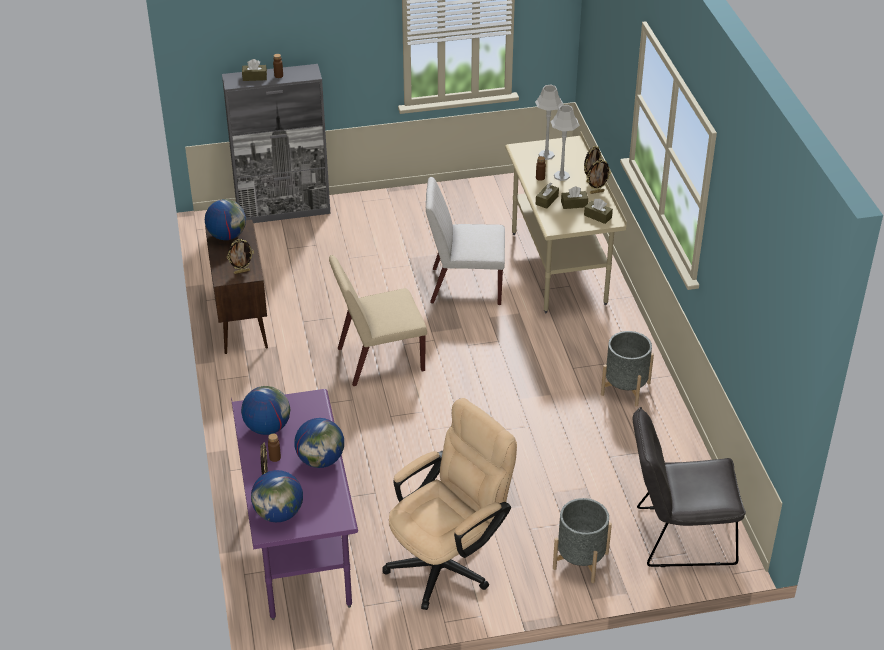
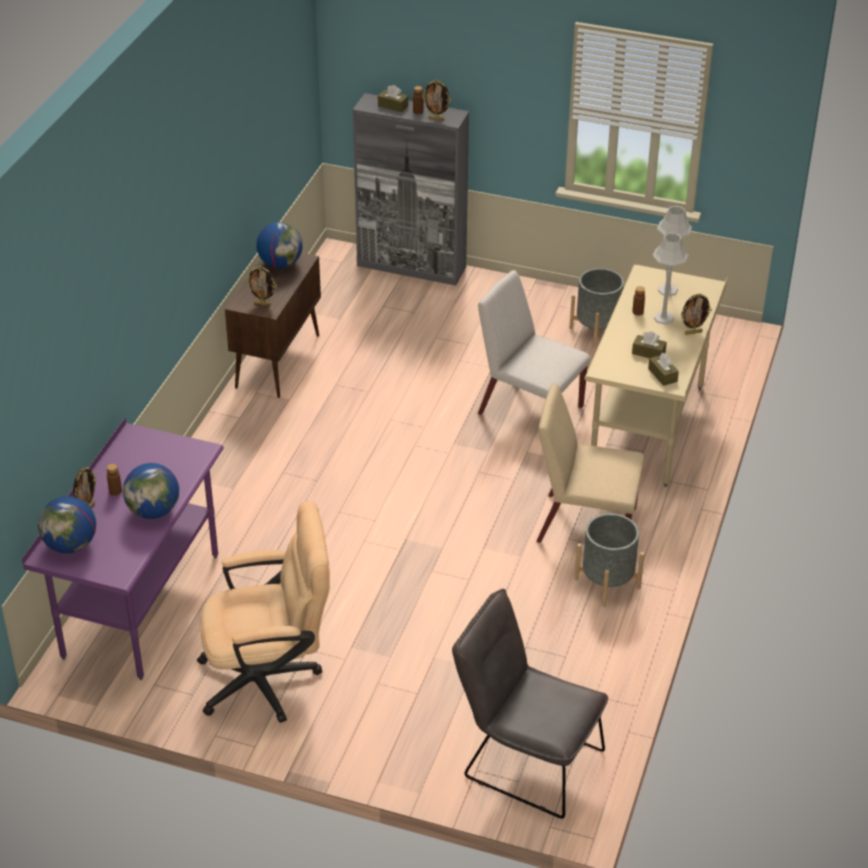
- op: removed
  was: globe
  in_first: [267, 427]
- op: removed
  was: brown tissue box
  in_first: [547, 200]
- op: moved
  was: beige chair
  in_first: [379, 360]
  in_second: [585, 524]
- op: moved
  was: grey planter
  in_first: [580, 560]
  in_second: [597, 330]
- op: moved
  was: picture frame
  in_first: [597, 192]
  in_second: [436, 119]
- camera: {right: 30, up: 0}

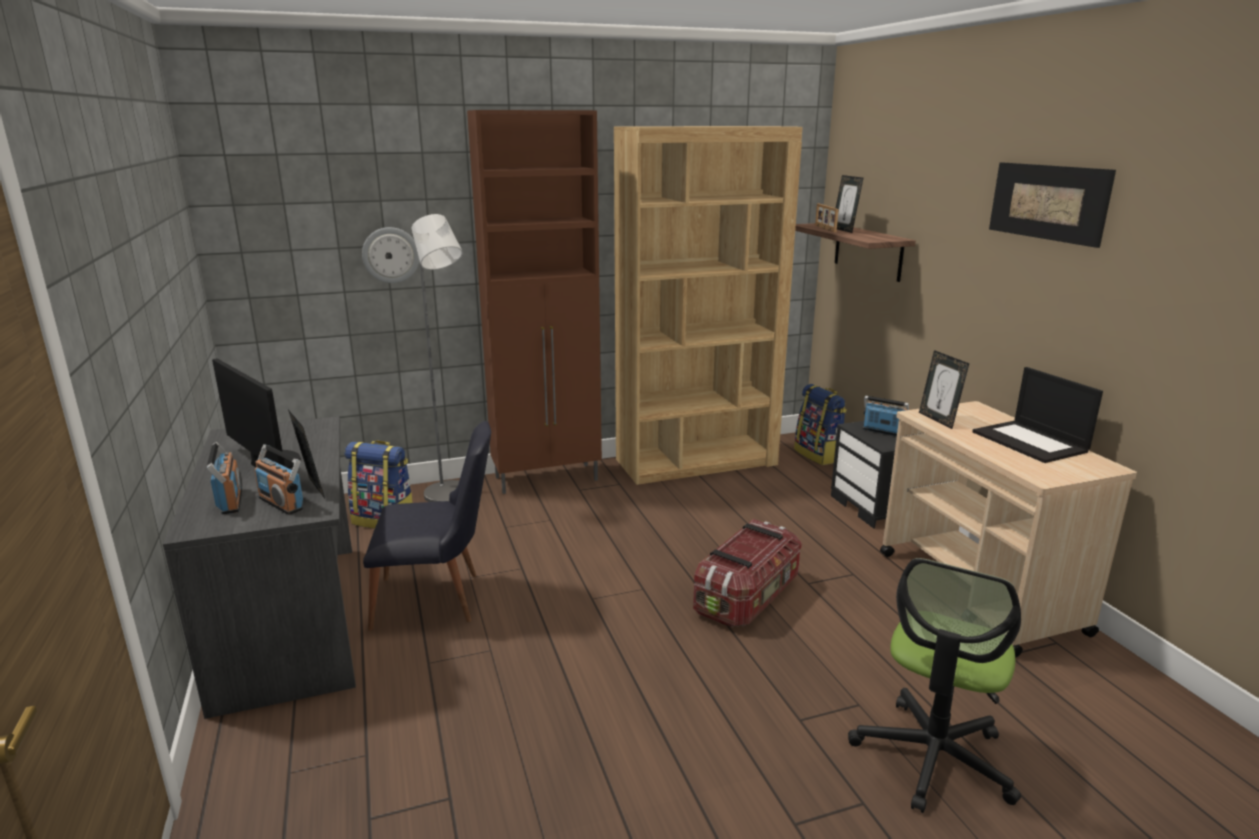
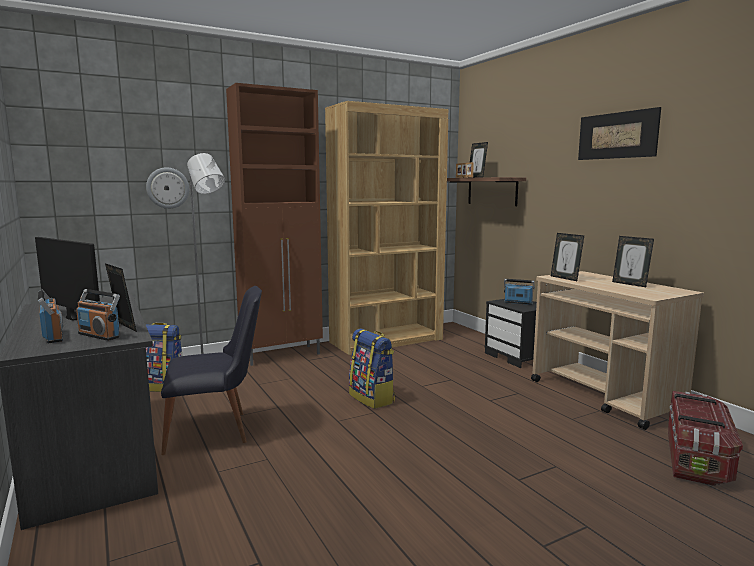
- op: removed
  was: office chair
  in_first: [933, 757]
- op: moved
  was: storage box
  in_first: [748, 597]
  in_second: [696, 458]
- op: moved
  was: backpack
  in_first: [819, 455]
  in_second: [372, 398]
- op: replaced
  was: laptop
  now: picture frame
  in_first: [1031, 442]
  in_second: [630, 284]
- camera: {right: -10, up: -10}

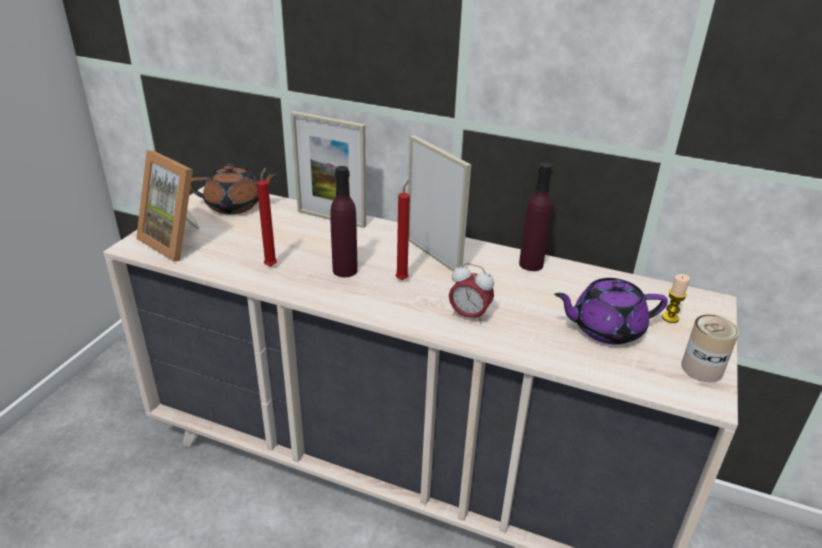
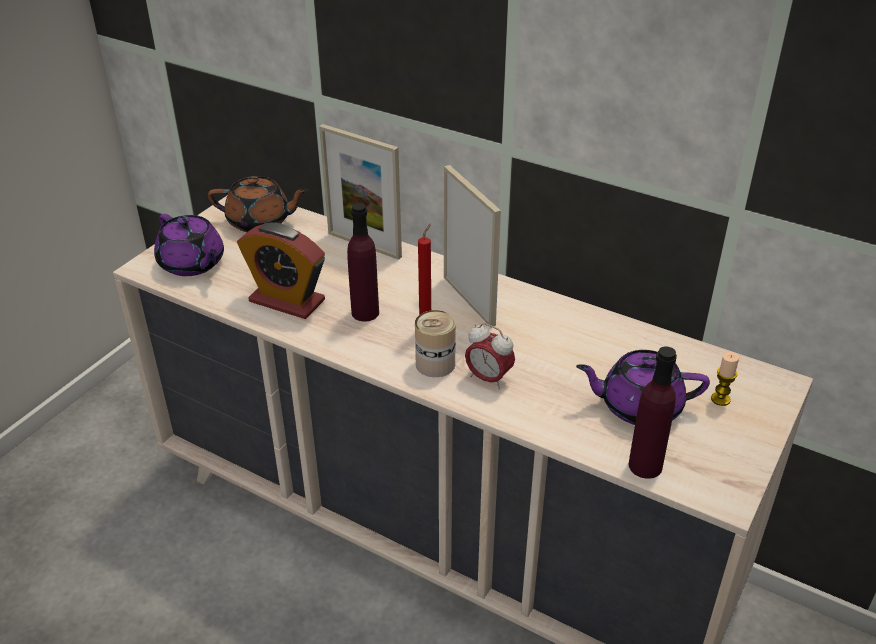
- op: moved
  was: purple bottle
  in_first: [531, 264]
  in_second: [645, 466]
- op: moved
  was: can
  in_first: [702, 368]
  in_second: [435, 364]
- op: replaced
  was: picture frame
  now: purple teapot
  in_first: [178, 241]
  in_second: [192, 264]
- op: replaced
  was: red candle
  now: alarm clock
  in_first: [272, 265]
  in_second: [287, 301]
- camera: {right: 10, up: 5}

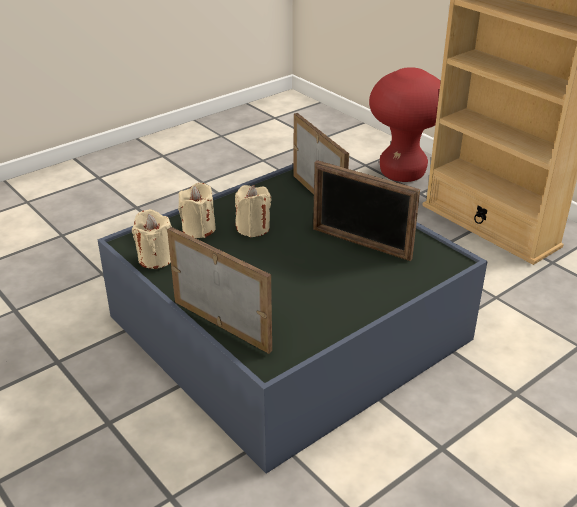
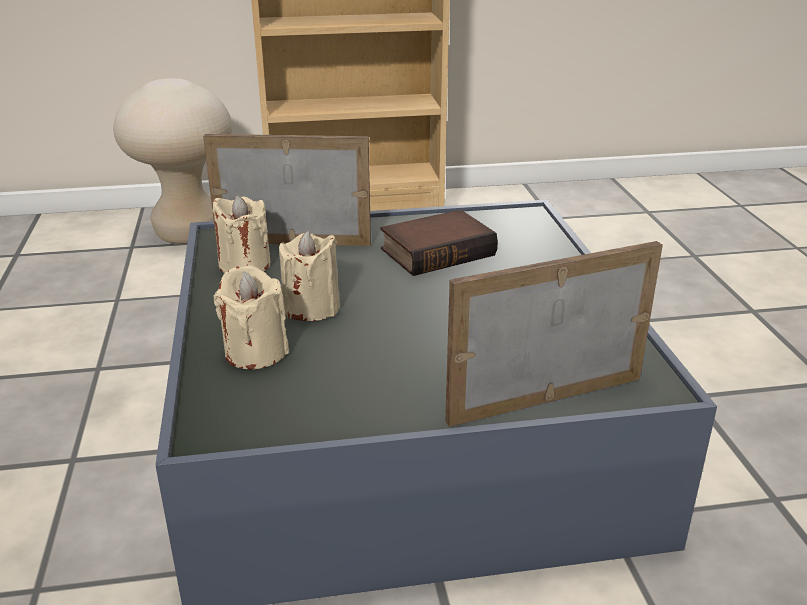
- op: moved
  was: beige candle
  in_first: [155, 258]
  in_second: [244, 265]
- op: replaced
  was: picture frame
  now: book
  in_first: [360, 244]
  in_second: [437, 250]
- op: recoloured
  was: red stool
  now: beige stool
  in_first: [402, 173]
  in_second: [188, 233]
- camera: {right: -60, up: -5}

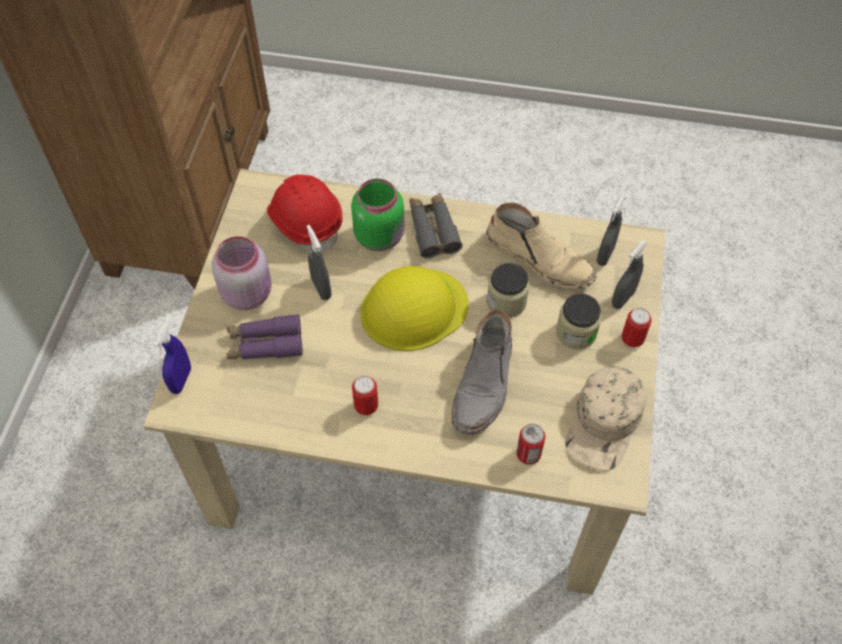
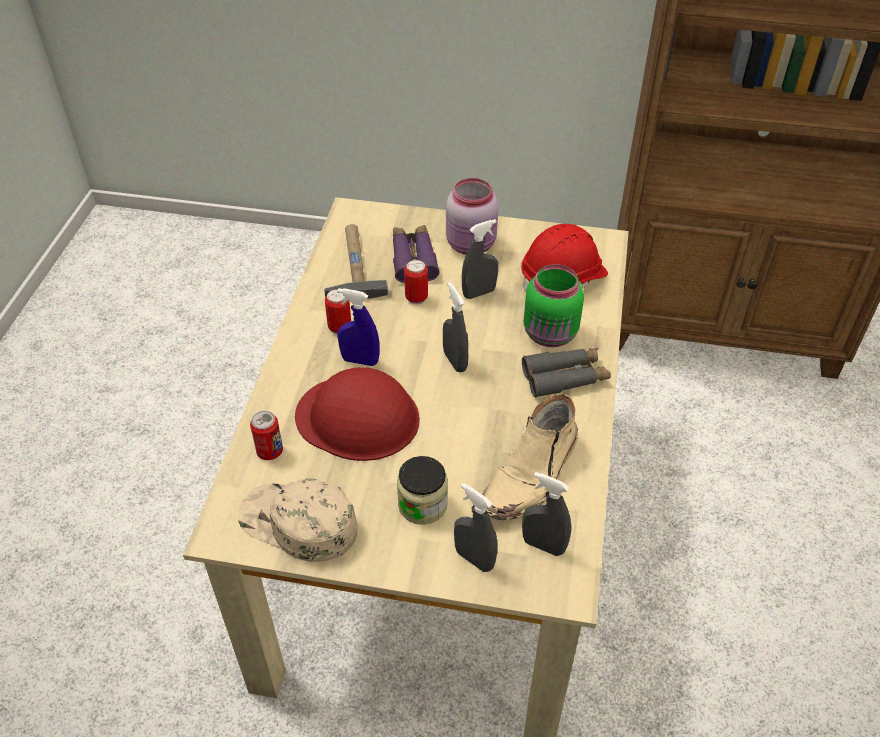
- op: removed
  was: jar
  in_first: [506, 302]
- op: added
  now: hammer
  in_second: [352, 265]
- op: moved
  was: blue spray bottle
  in_first: [181, 380]
  in_second: [360, 360]
- op: moved
  was: can
  in_first: [632, 340]
  in_second: [416, 298]
- op: replaced
  was: yellow hard hat
  now: grey spray bottle
  in_first: [413, 309]
  in_second: [455, 361]
- op: replaced
  was: grey boot
  now: red hard hat
  in_first: [484, 384]
  in_second: [358, 417]
- camera: {right: 90, up: -10}

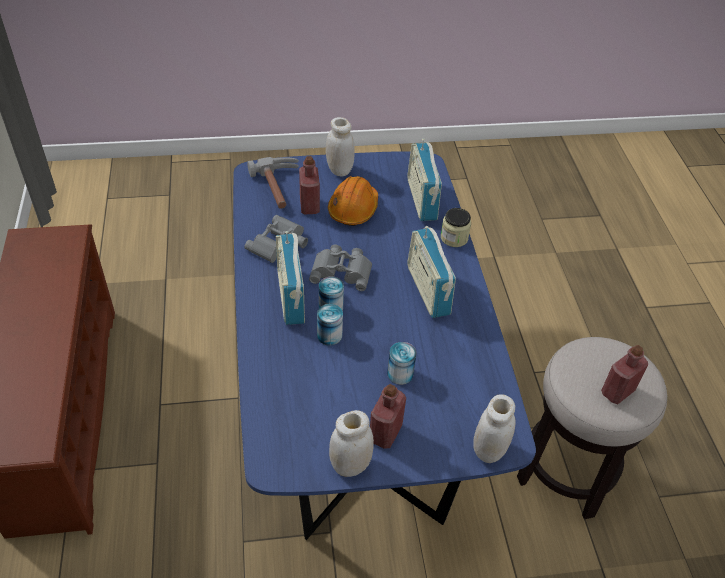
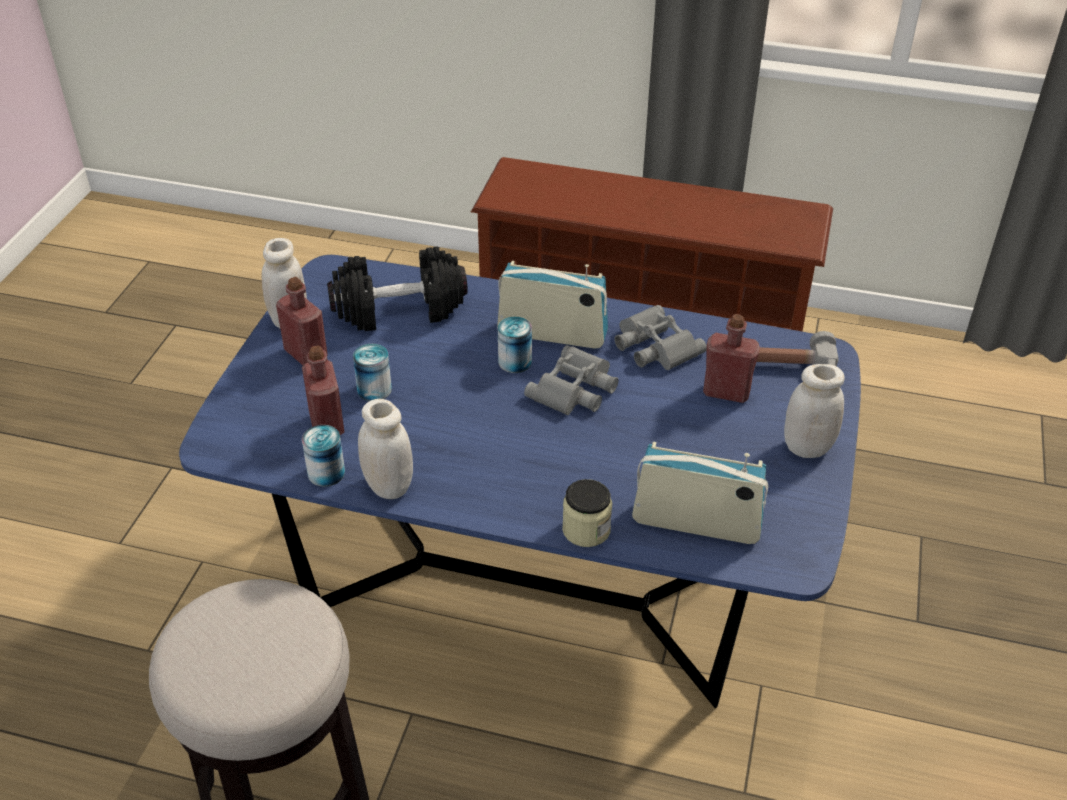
- op: removed
  was: orange hard hat
  in_first: [353, 209]
- op: removed
  was: radio
  in_first: [428, 290]
- op: added
  now: black dumbbell
  in_second: [399, 310]
- op: moved
  was: can
  in_first: [329, 335]
  in_second: [326, 473]
- op: moved
  was: white jar
  in_first: [489, 450]
  in_second: [388, 486]
- op: moved
  was: red bottle
  in_first: [617, 391]
  in_second: [327, 424]
- camera: {right: 115, up: -5}

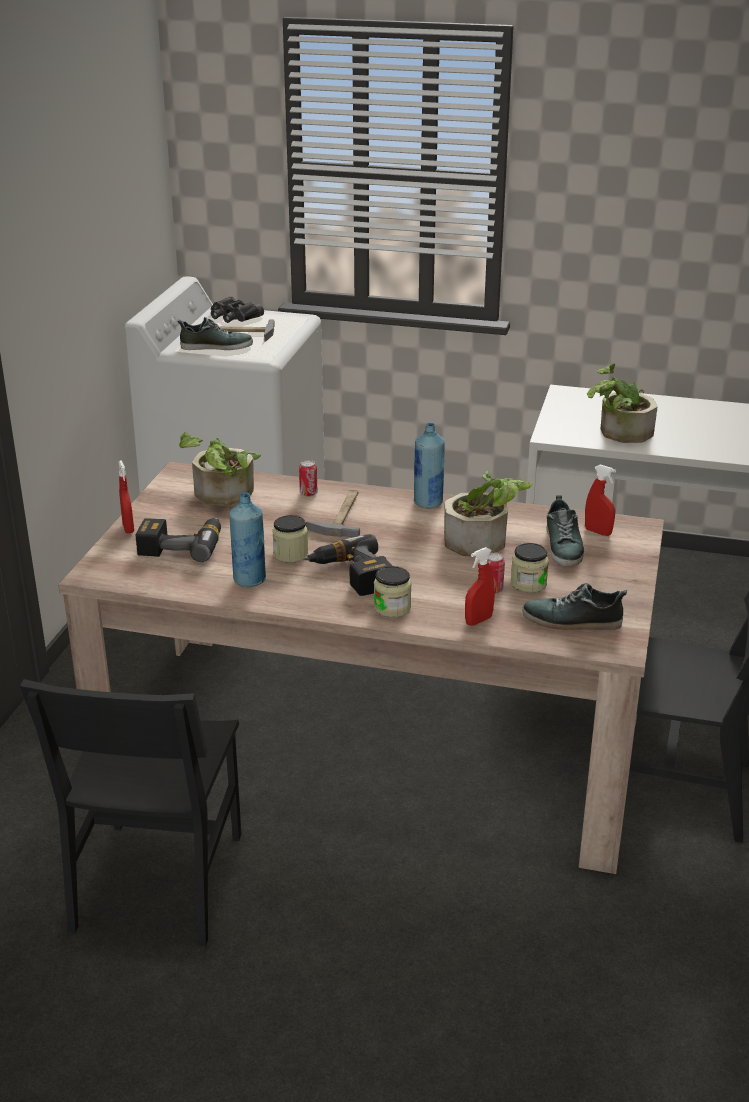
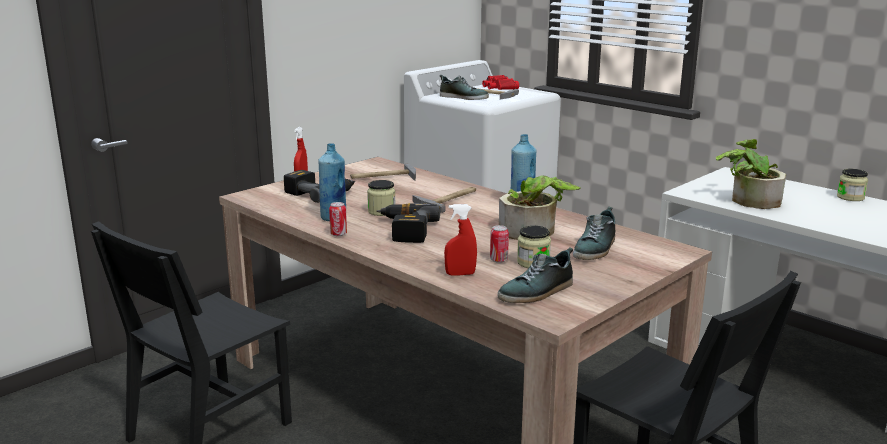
- op: removed
  was: red spray bottle
  in_first: [598, 532]
- op: moved
  was: can
  in_first: [308, 493]
  in_second: [338, 234]
- op: moved
  was: jar
  in_first: [392, 608]
  in_second: [850, 197]
- op: replaced
  was: potted plant
  now: hammer
  in_first: [222, 496]
  in_second: [383, 177]
- op: recoloured
  was: black binoculars
  now: red binoculars
  in_first: [234, 316]
  in_second: [499, 87]
- op: turned
  was: shoe
  in_first: [572, 621]
  in_second: [537, 292]
  clockwise: -75
- camera: {right: 30, up: -10}

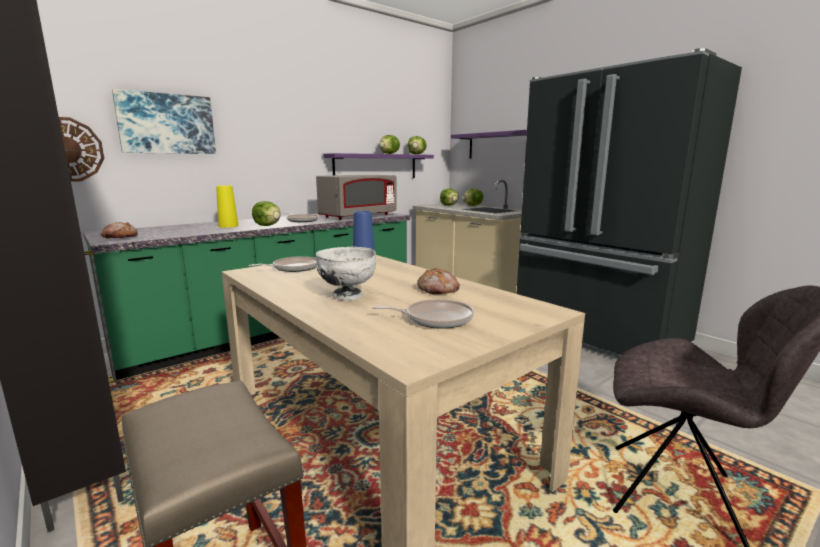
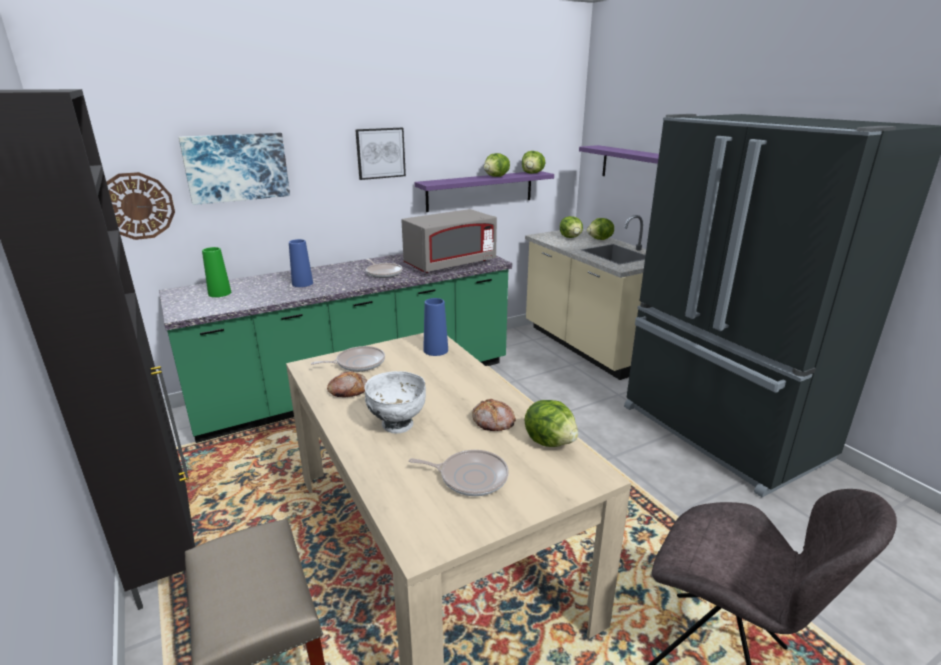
- op: added
  now: green vase
  in_second: [219, 293]
- op: added
  now: picture
  in_second: [380, 153]
- op: moved
  was: bread
  in_first: [120, 237]
  in_second: [348, 391]
- op: moved
  was: lettuce
  in_first: [268, 225]
  in_second: [550, 441]
- op: recoloured
  was: yellow vase
  now: blue vase
  in_first: [228, 226]
  in_second: [302, 283]
- camera: {right: 10, up: 10}

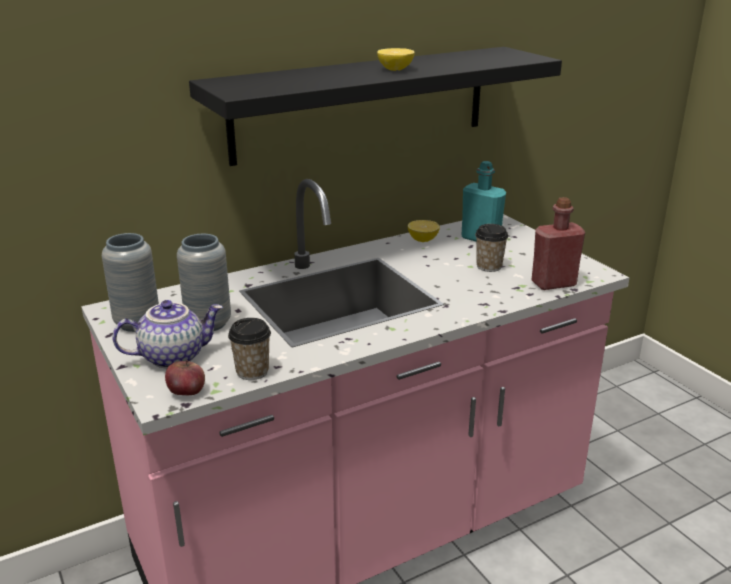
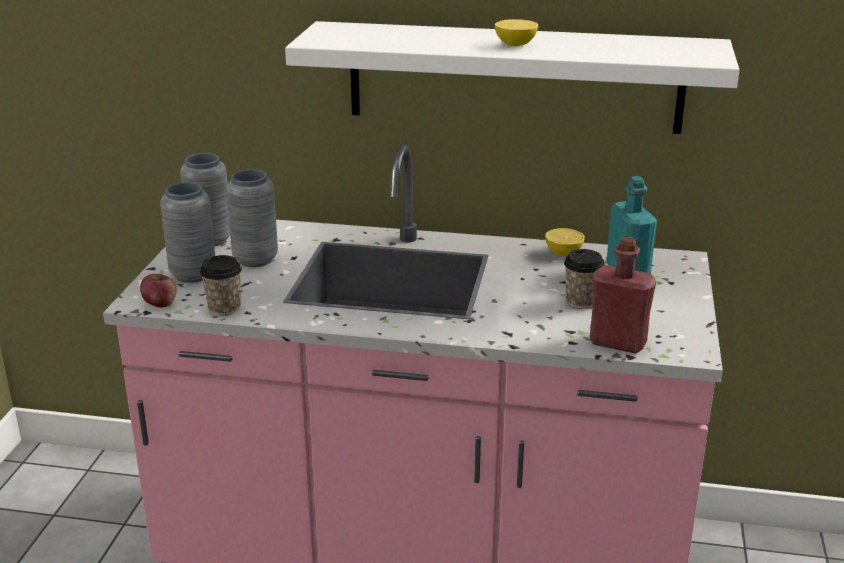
- op: replaced
  was: teapot
  now: grey vase
  in_first: [173, 356]
  in_second: [193, 275]
- op: recoloured
  was: black shelf
  now: white shelf
  in_first: [362, 103]
  in_second: [514, 77]
- camera: {right: 40, up: 0}

